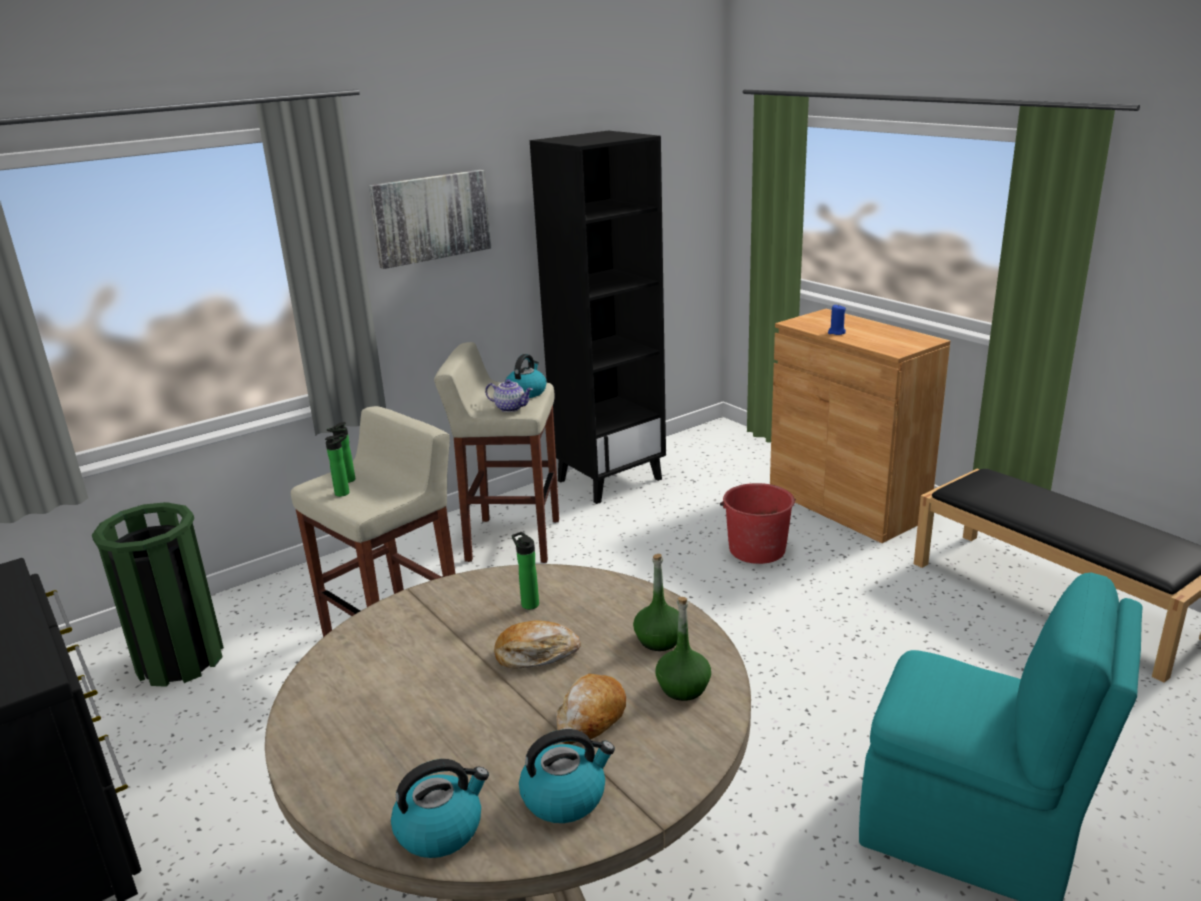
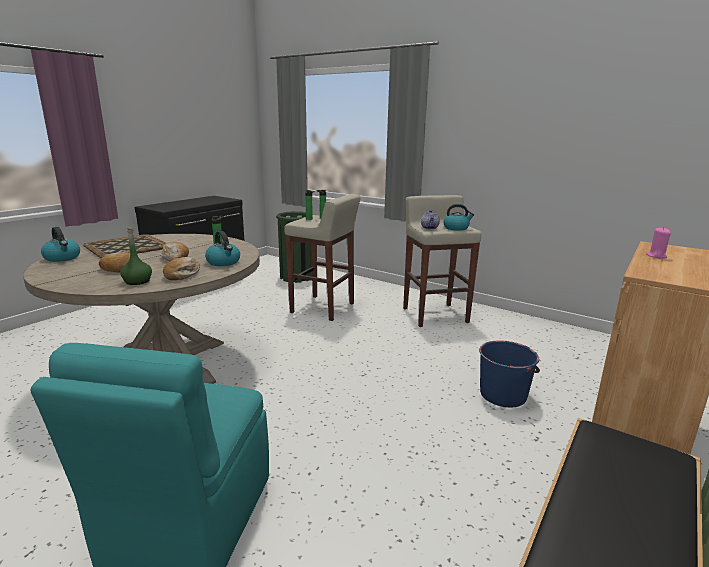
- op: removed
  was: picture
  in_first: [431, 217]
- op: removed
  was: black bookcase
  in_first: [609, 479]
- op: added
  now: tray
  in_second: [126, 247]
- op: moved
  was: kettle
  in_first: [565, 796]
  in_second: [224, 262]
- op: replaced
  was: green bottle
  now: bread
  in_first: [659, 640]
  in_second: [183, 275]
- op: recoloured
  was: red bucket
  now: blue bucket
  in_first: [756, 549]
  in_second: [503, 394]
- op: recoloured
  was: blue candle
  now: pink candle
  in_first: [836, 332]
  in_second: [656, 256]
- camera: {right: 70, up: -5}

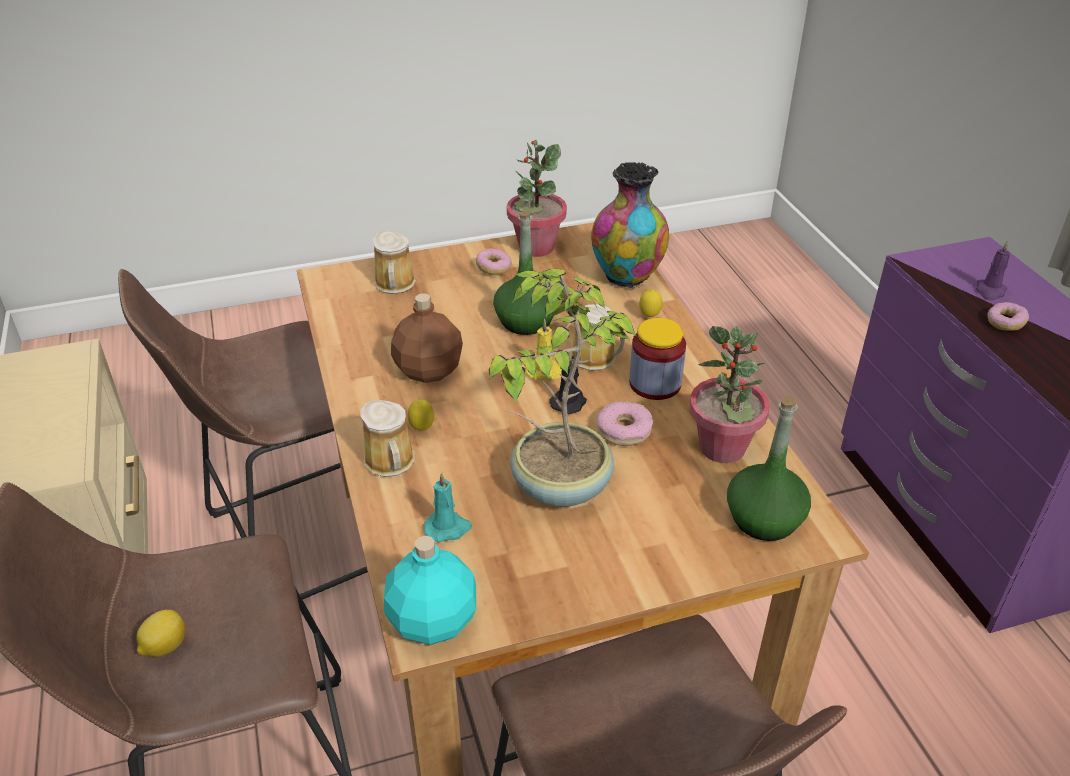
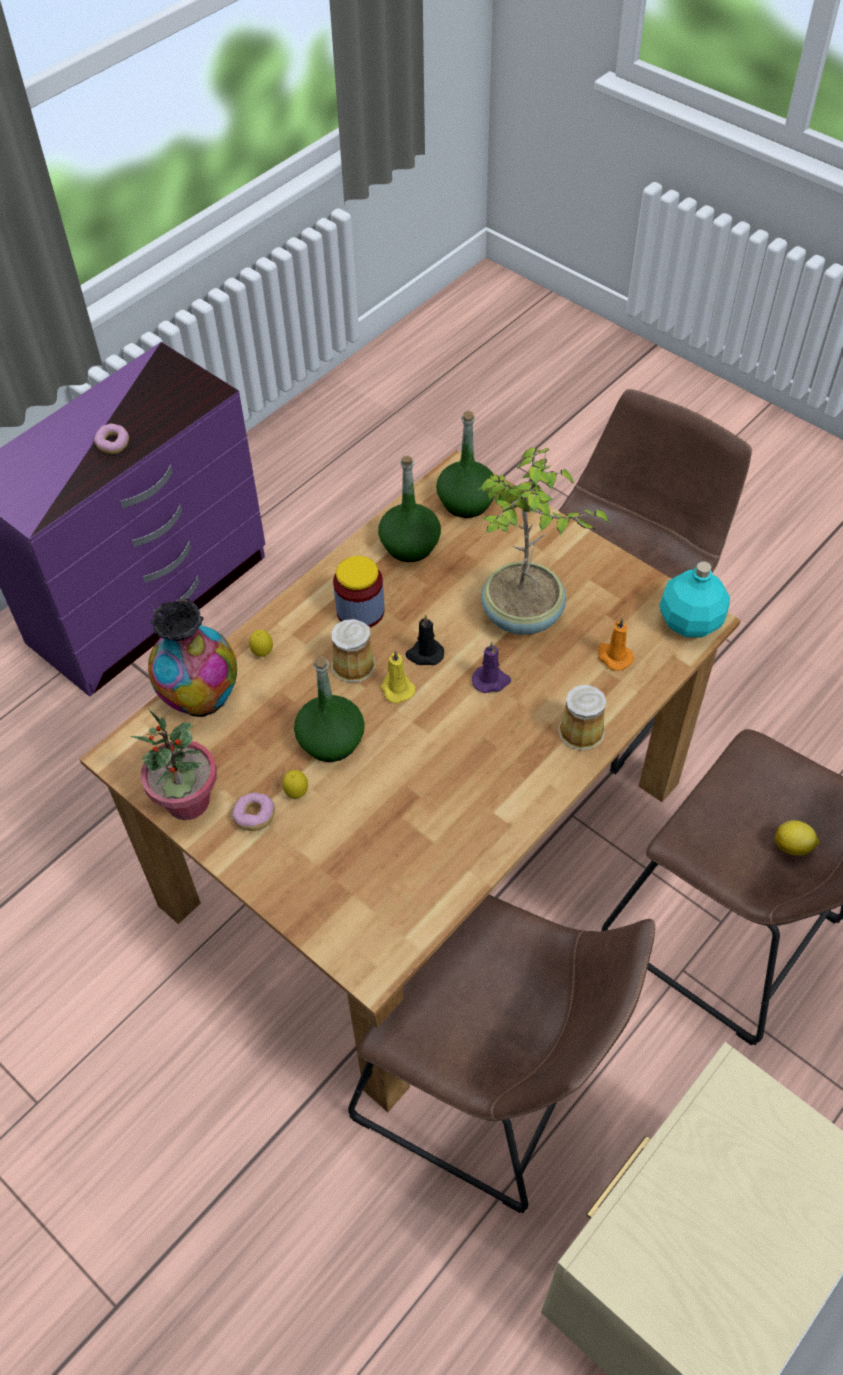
- op: removed
  was: mug
  in_first: [395, 285]
- op: removed
  was: brown bottle
  in_first: [428, 370]
- op: removed
  was: donut
  in_first: [624, 430]
- op: moved
  was: lemon
  in_first: [422, 429]
  in_second: [297, 793]
- op: moved
  was: purple candle
  in_first: [990, 291]
  in_second: [491, 681]
- op: replaced
  was: potted plant
  now: green bottle
  in_first: [722, 448]
  in_second: [409, 545]
- op: recoloured
  was: turquoise candle
  now: orange candle
  in_first: [448, 528]
  in_second: [613, 656]
- camera: {right: -120, up: 15}

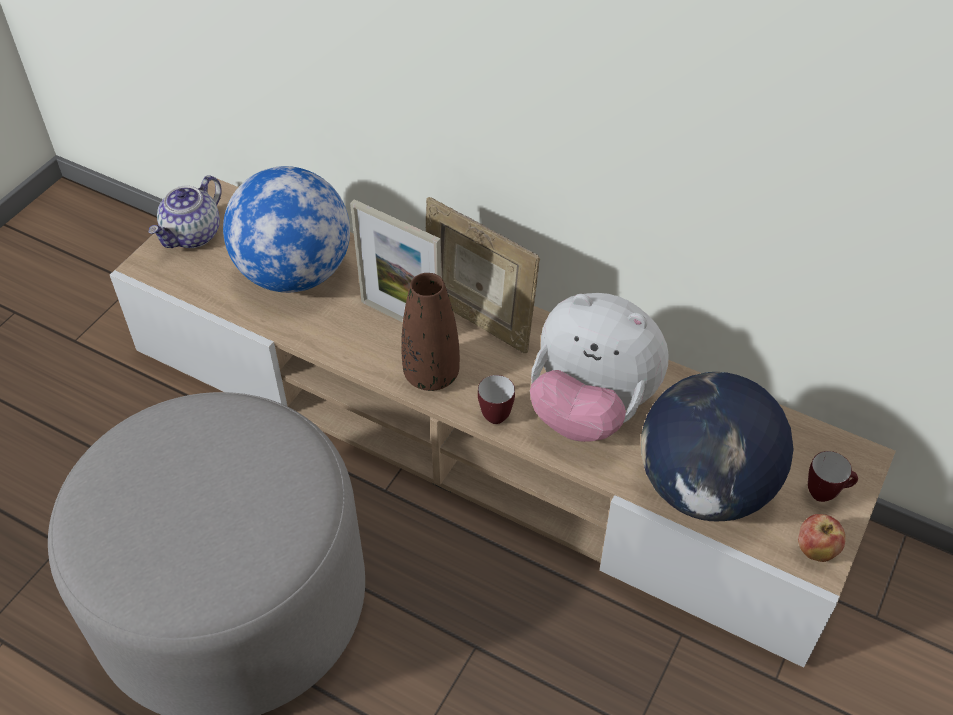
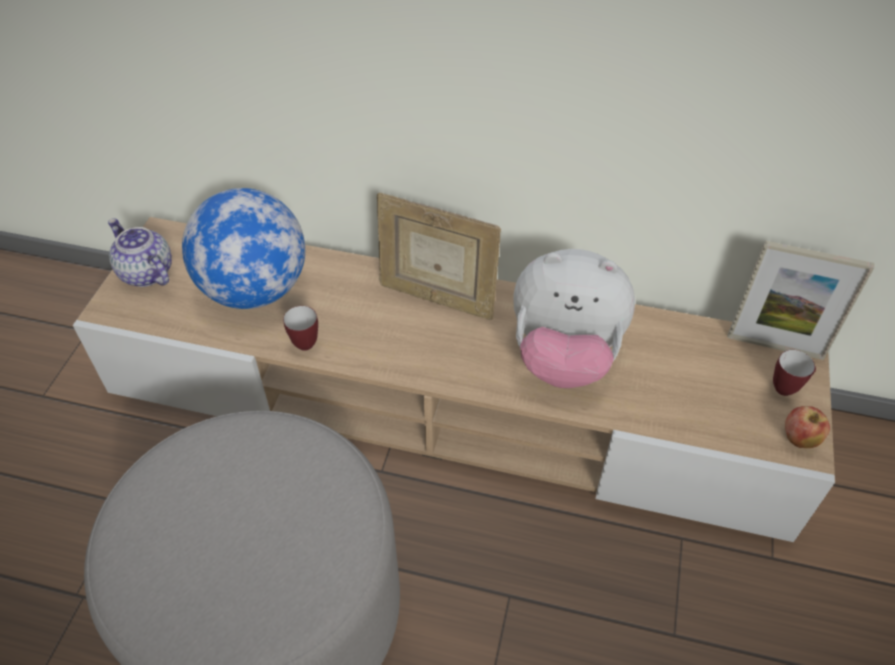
- op: removed
  was: brown vase
  in_first: [431, 375]
- op: removed
  was: globe
  in_first: [704, 488]
- op: moved
  was: picture frame
  in_first: [402, 319]
  in_second: [775, 346]
- op: moved
  was: mug
  in_first: [493, 413]
  in_second: [302, 341]
- op: turned
  was: teapot
  in_first: [193, 235]
  in_second: [145, 273]
  clockwise: 120
- camera: {right: -15, up: 0}

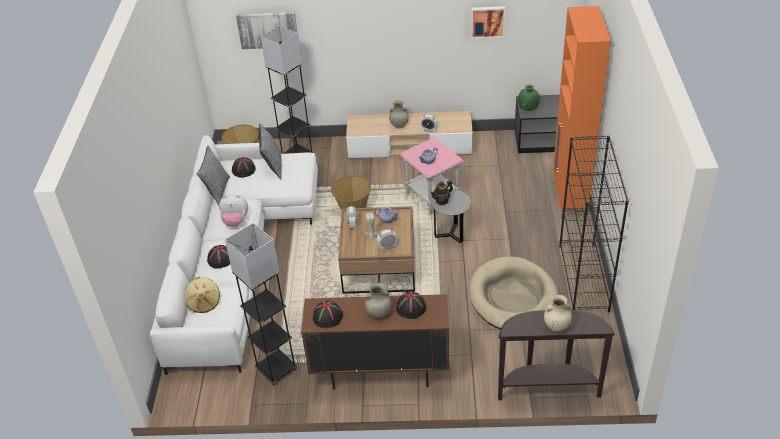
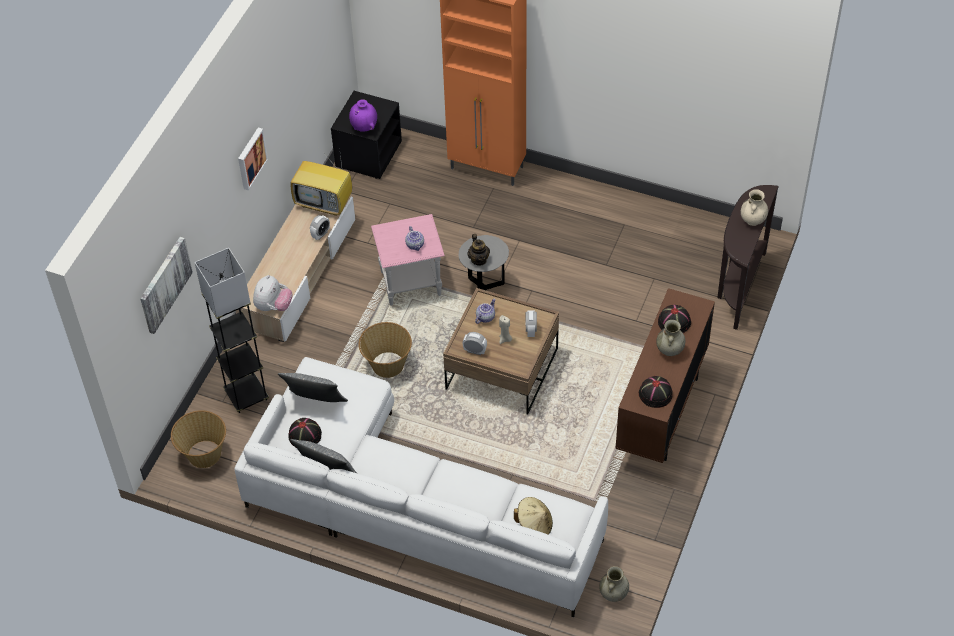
- op: removed
  was: black hat
  in_first: [220, 259]
- op: removed
  was: grey floor lamp
  in_first: [276, 369]
- op: removed
  was: beige dog bed
  in_first: [514, 299]
- op: removed
  was: black bookcase
  in_first: [584, 278]
- op: added
  now: television
  in_second: [325, 203]
- op: moved
  was: plush toy
  in_first: [235, 221]
  in_second: [273, 306]
- op: moved
  was: beige vase
  in_first: [399, 125]
  in_second: [613, 594]
- op: moved
  was: picture
  in_first: [487, 21]
  in_second: [250, 158]
- op: recoloured
  was: green vase
  now: purple vase
  in_first: [528, 109]
  in_second: [364, 128]
- camera: {right: -70, up: 10}

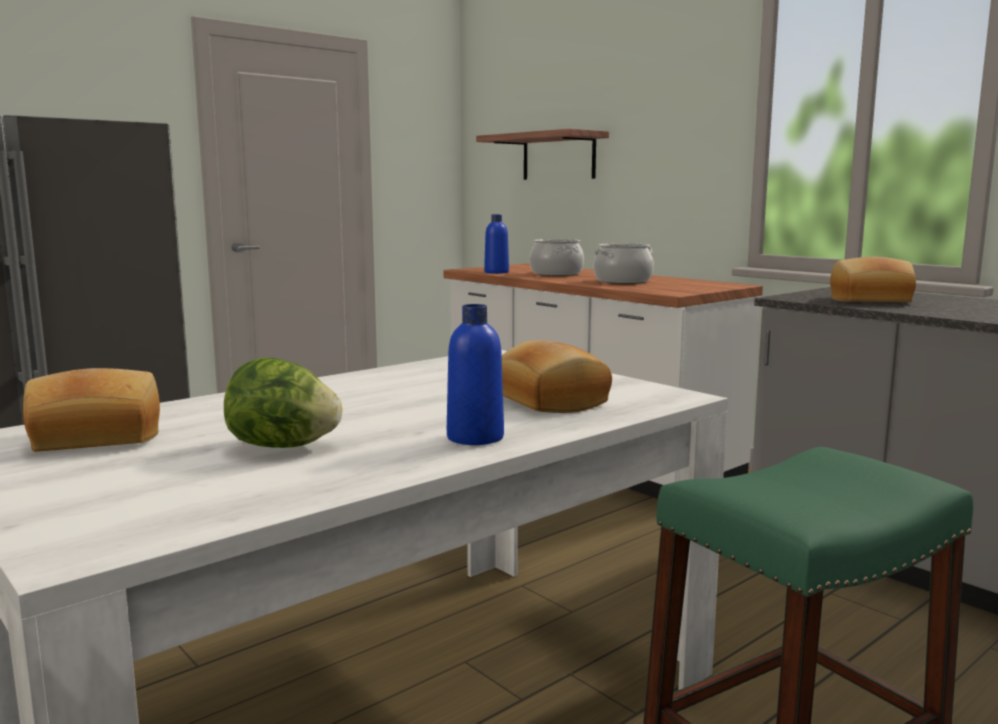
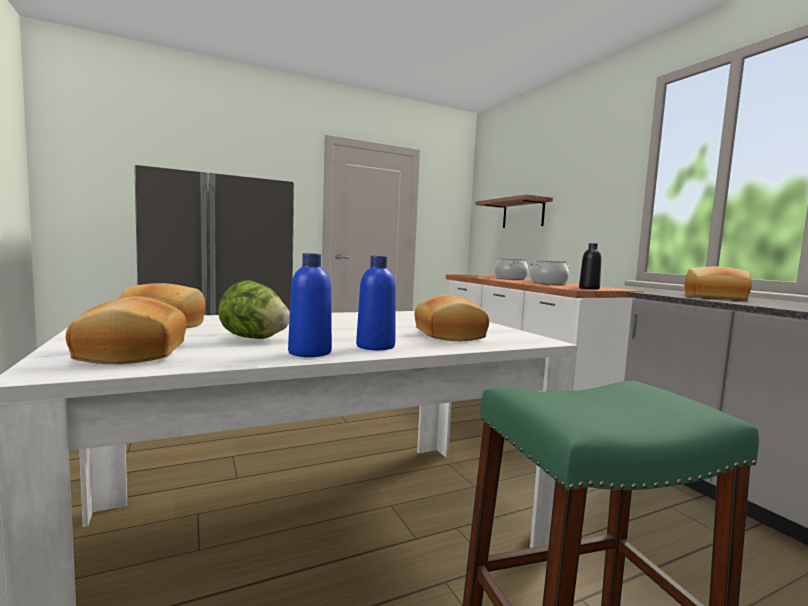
- op: added
  now: bread
  in_second: [130, 353]
- op: added
  now: black bottle
  in_second: [589, 288]
- op: moved
  was: blue bottle
  in_first: [496, 272]
  in_second: [309, 352]
- camera: {right: 15, up: -5}

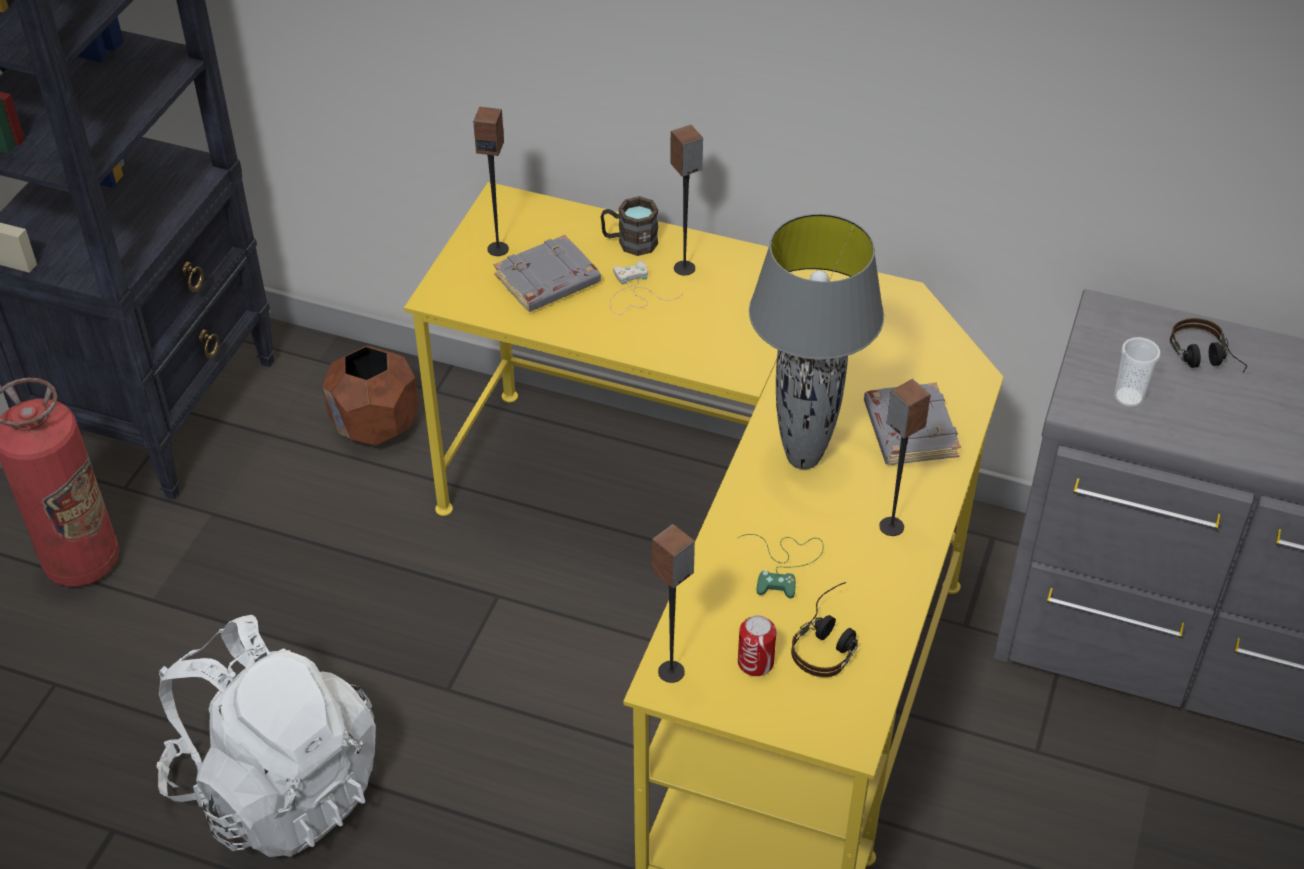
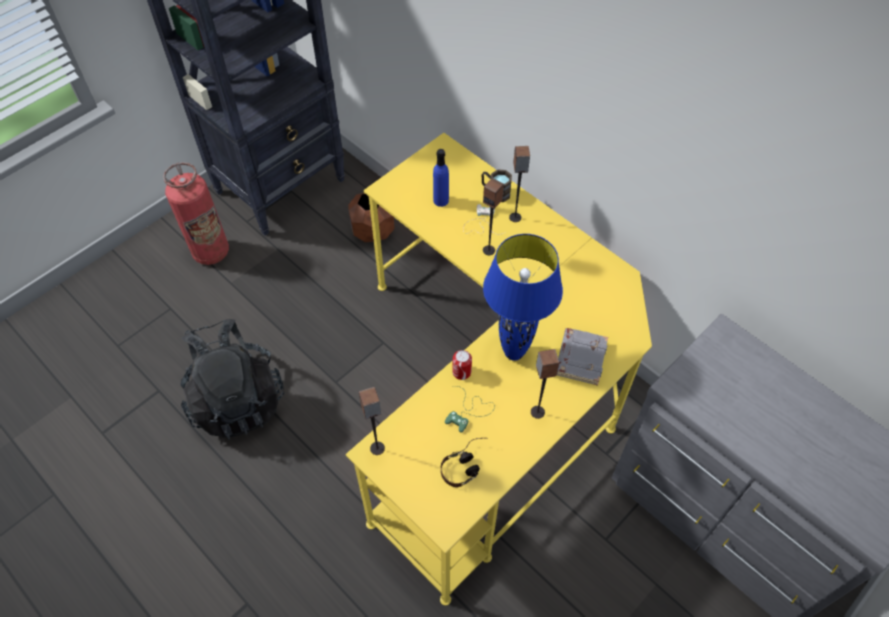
- op: removed
  was: cup
  in_first: [1128, 397]
- op: removed
  was: headphones
  in_first: [1205, 361]
- op: moved
  was: speaker
  in_first: [498, 249]
  in_second: [489, 250]
- op: moved
  was: can
  in_first: [755, 662]
  in_second: [461, 372]
- op: replaced
  was: grey book
  now: blue bottle
  in_first: [547, 281]
  in_second: [441, 200]
- op: recoloured
  was: white backpack
  now: black backpack
  in_first: [277, 786]
  in_second: [237, 399]
- op: recoloured
  was: grey table lamp
  now: blue table lamp
  in_first: [803, 457]
  in_second: [514, 352]
- camera: {right: 25, up: 10}

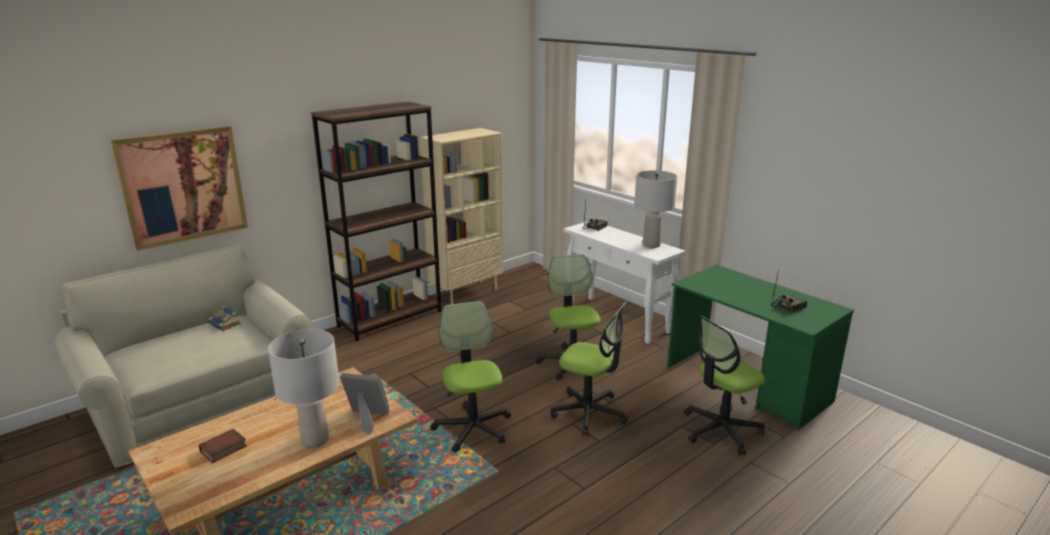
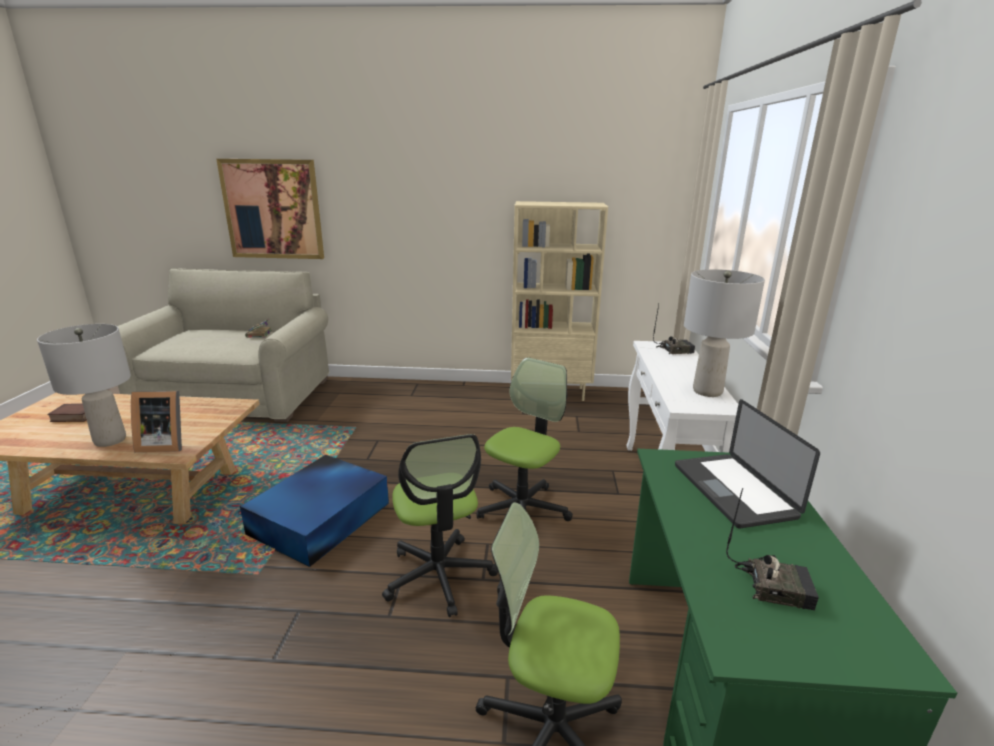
- op: removed
  was: brown bookcase
  in_first: [390, 319]
- op: added
  now: laptop
  in_second: [733, 491]
- op: replaced
  was: office chair
  now: blue storage box
  in_first: [473, 429]
  in_second: [322, 518]
- op: turned
  was: picture frame
  in_first: [367, 419]
  in_second: [164, 444]
  clockwise: 120
- camera: {right: 45, up: 0}

